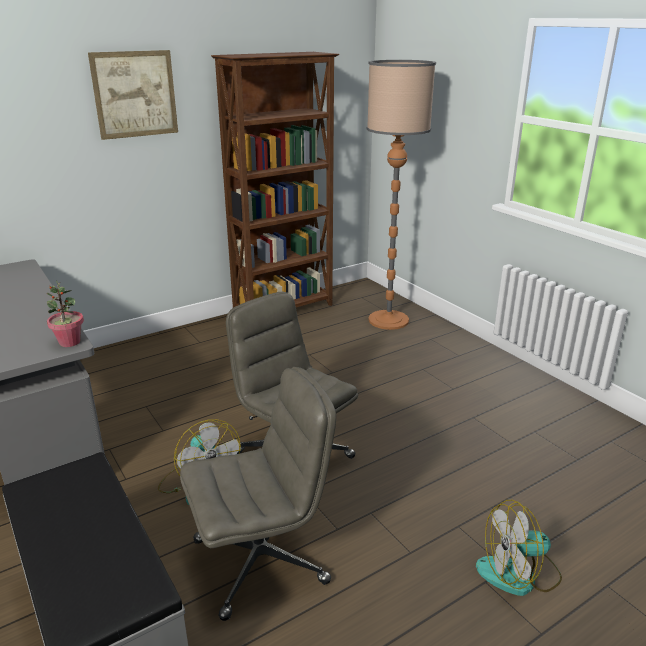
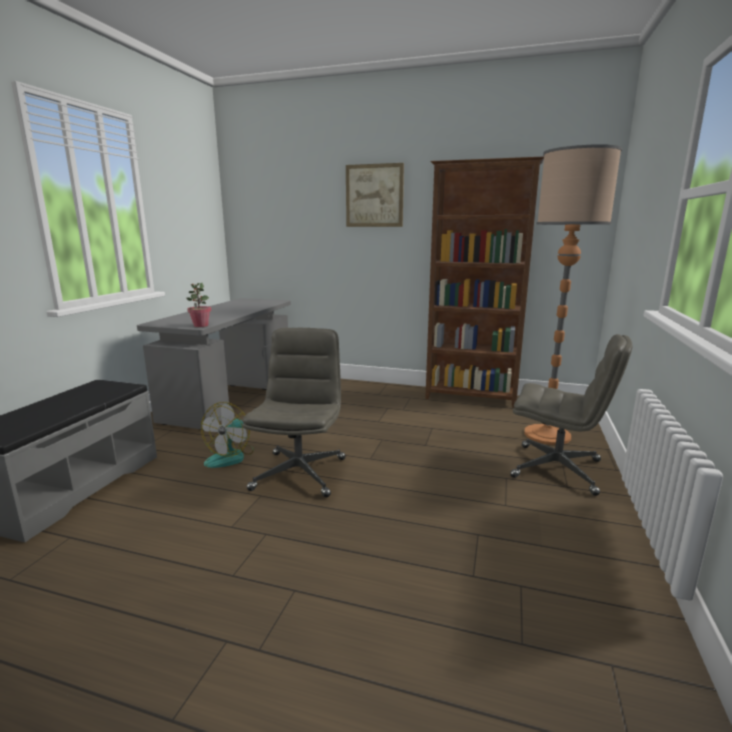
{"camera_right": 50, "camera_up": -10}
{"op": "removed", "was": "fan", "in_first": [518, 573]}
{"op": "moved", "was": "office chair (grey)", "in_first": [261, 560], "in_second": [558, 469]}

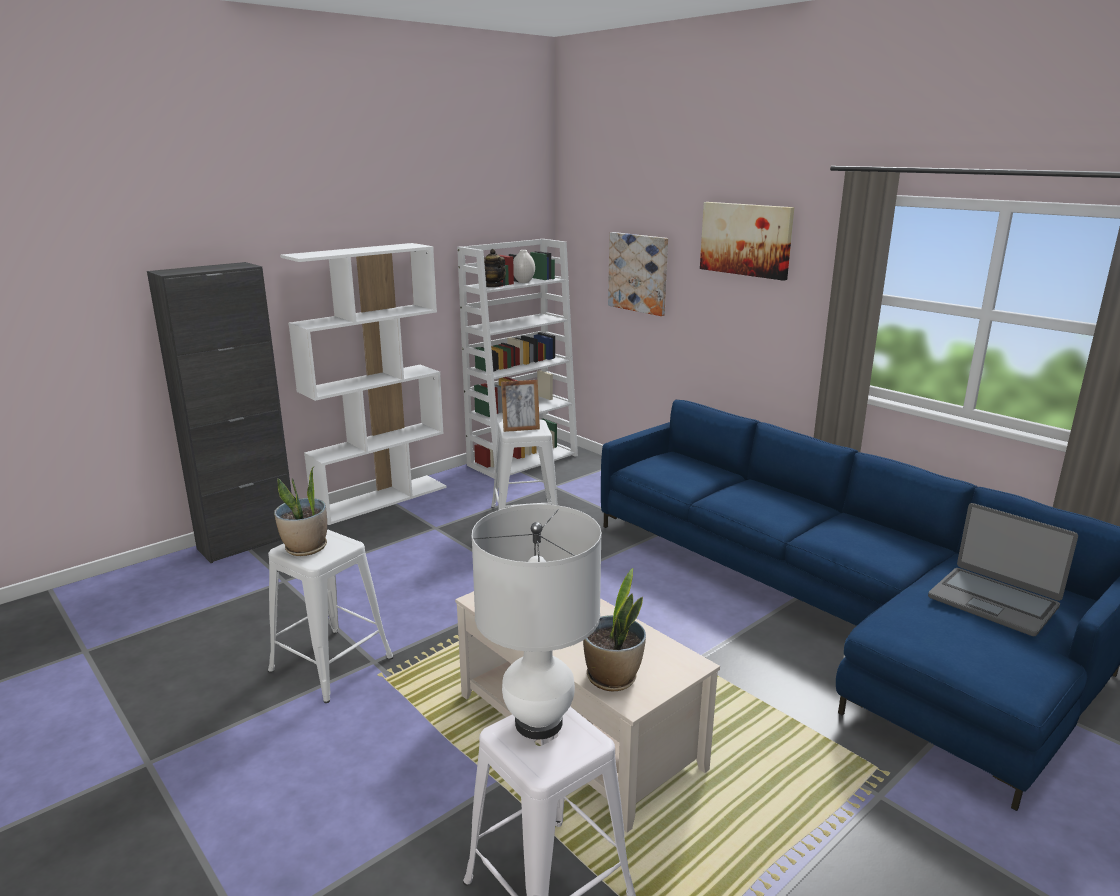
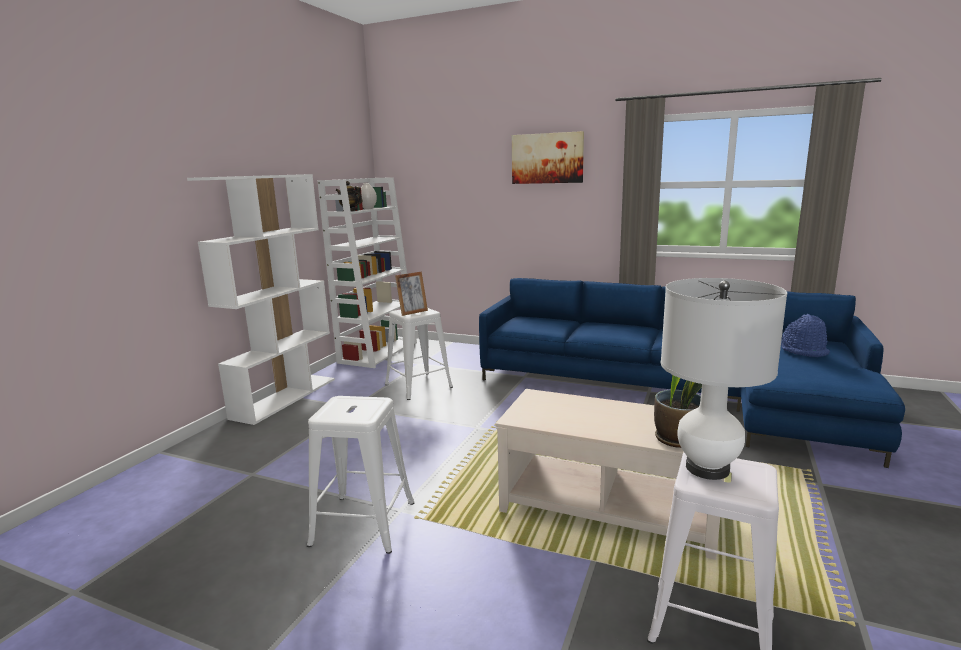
{"camera_right": -25, "camera_up": -5}
{"op": "removed", "was": "cabinet (black)", "in_first": [247, 542]}
{"op": "removed", "was": "potted plant", "in_first": [305, 548]}
{"op": "removed", "was": "picture", "in_first": [638, 273]}
{"op": "replaced", "was": "laptop", "now": "hat (blue)", "in_first": [993, 601], "in_second": [804, 351]}

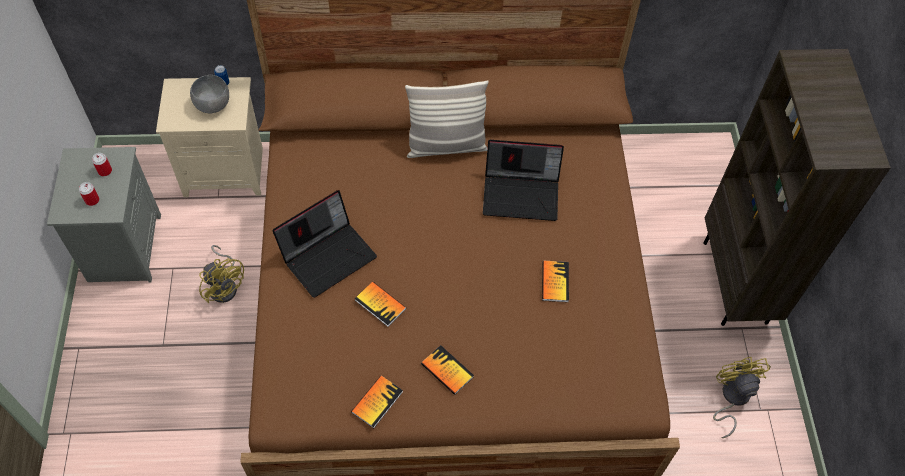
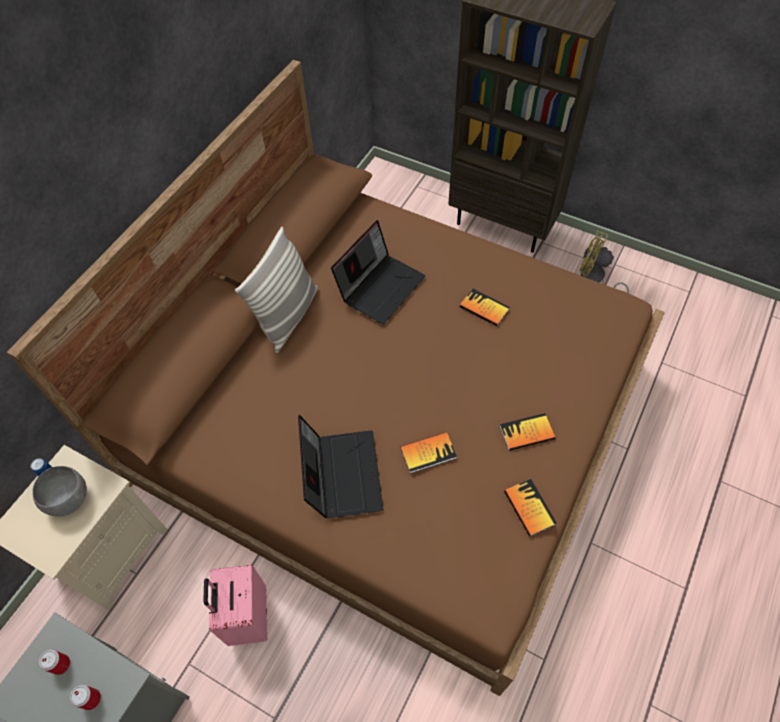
{"camera_right": -55, "camera_up": 0}
{"op": "replaced", "was": "fan (yellow)", "now": "suitcase (pink)", "in_first": [225, 285], "in_second": [247, 617]}

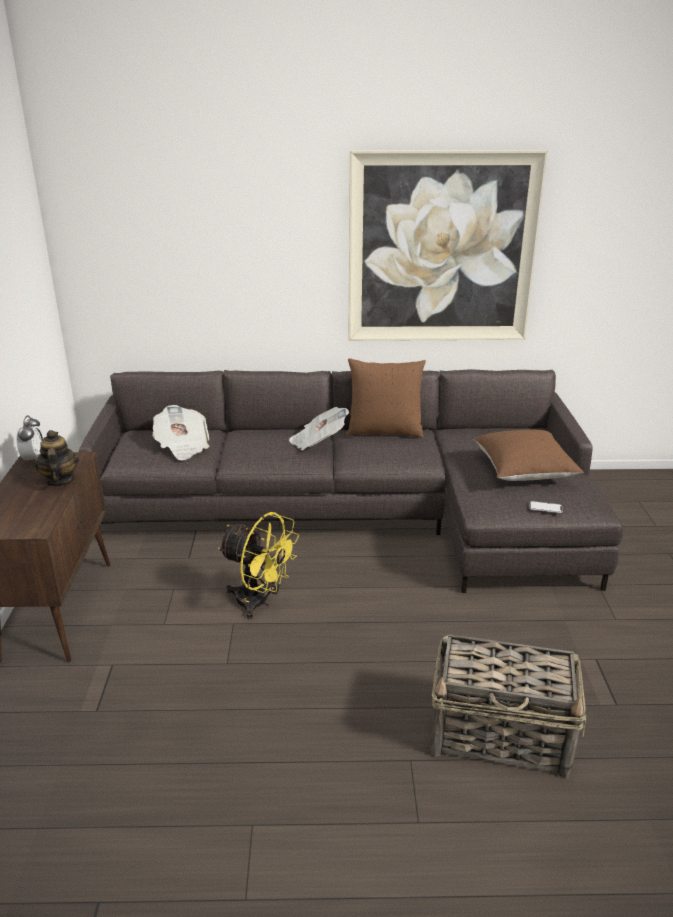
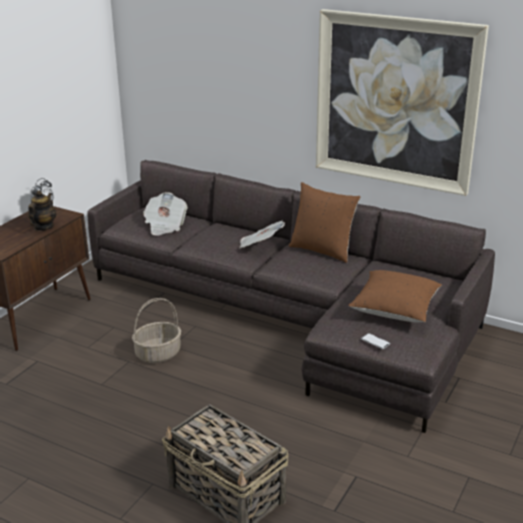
{"camera_right": 30, "camera_up": 0}
{"op": "replaced", "was": "fan (yellow)", "now": "basket", "in_first": [260, 602], "in_second": [158, 353]}

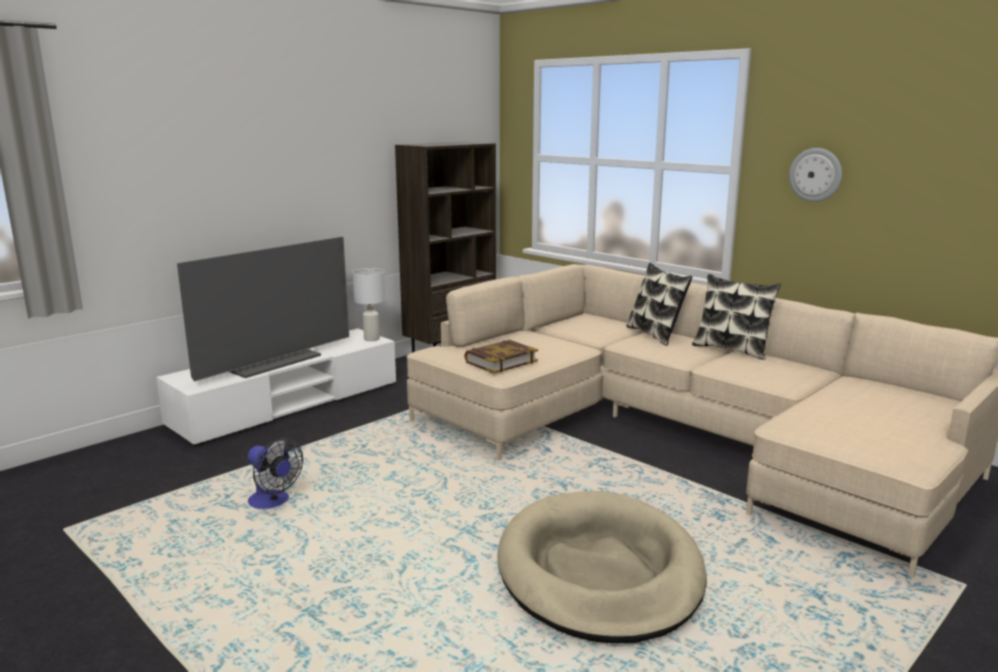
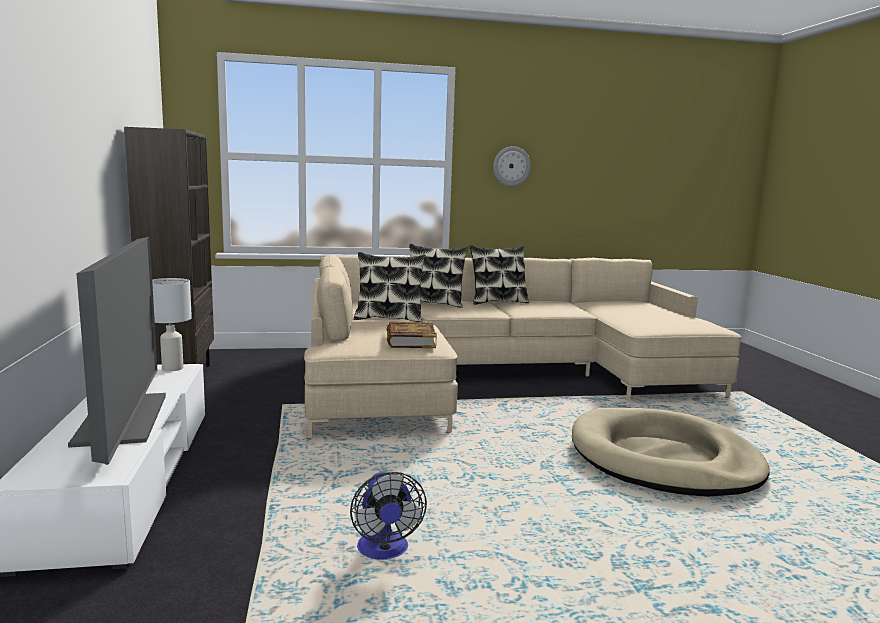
{"camera_right": -55, "camera_up": -5}
{"op": "added", "now": "pillow", "in_second": [389, 318]}
{"op": "turned", "was": "fan", "in_first": [273, 502], "in_second": [384, 552], "clockwise": 90}

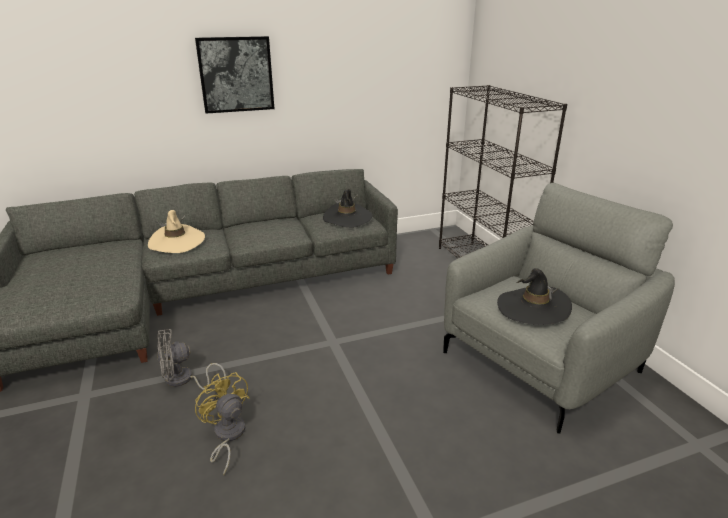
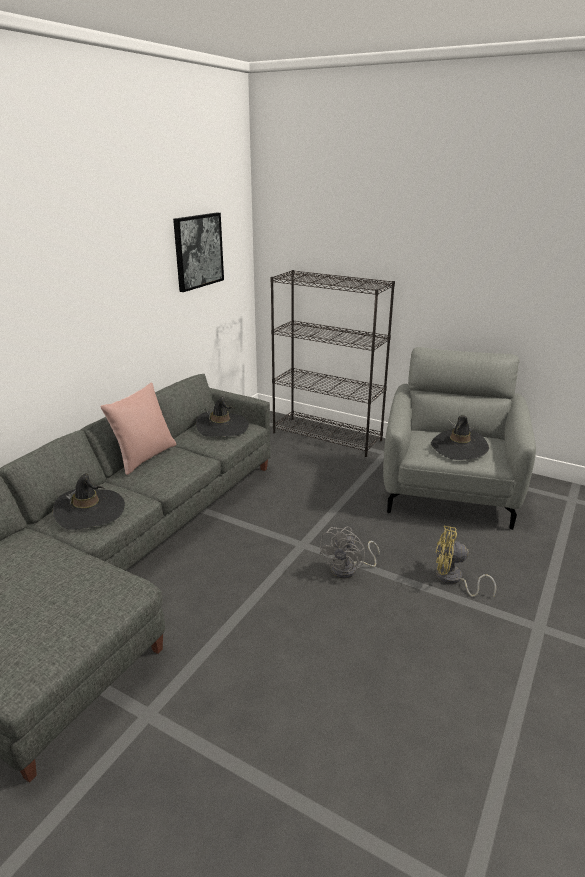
{"camera_right": -40, "camera_up": 0}
{"op": "added", "now": "pillow (pink)", "in_second": [144, 457]}
{"op": "moved", "was": "fan (grey)", "in_first": [184, 380], "in_second": [349, 569]}
{"op": "moved", "was": "picture", "in_first": [236, 74], "in_second": [198, 251]}
{"op": "moved", "was": "fan (yellow)", "in_first": [227, 436], "in_second": [453, 579]}
{"op": "recoloured", "was": "hat (beige)", "now": "hat (black)", "in_first": [177, 242], "in_second": [90, 511]}

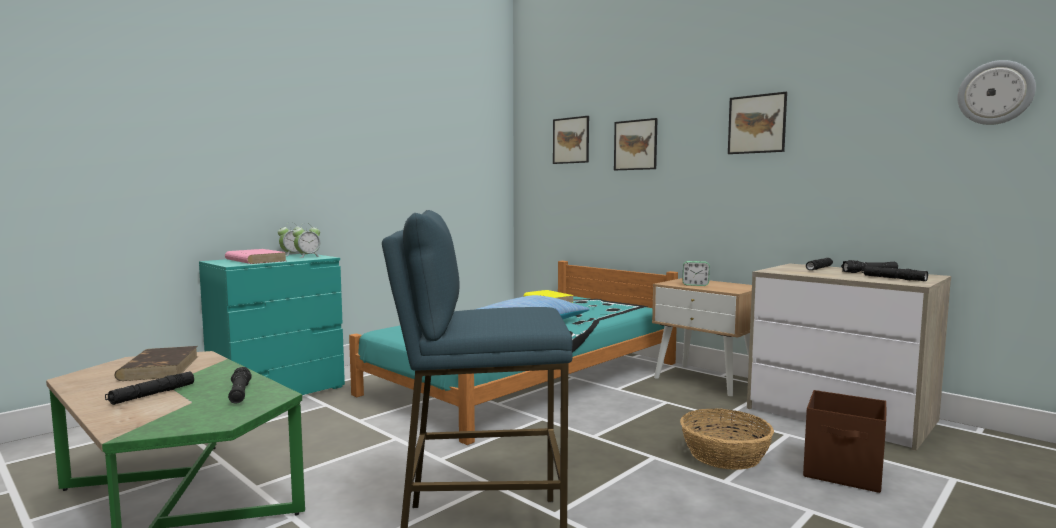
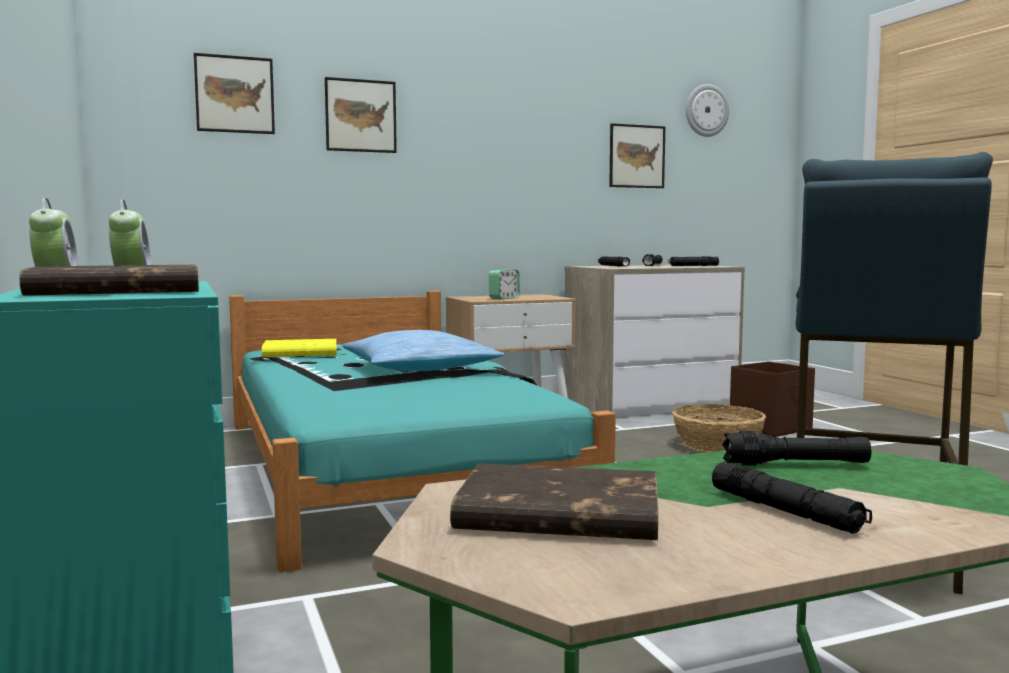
{"camera_right": -65, "camera_up": 0}
{"op": "moved", "was": "picture", "in_first": [756, 124], "in_second": [636, 156]}
{"op": "recoloured", "was": "book (pink)", "now": "book (brown)", "in_first": [255, 260], "in_second": [114, 291]}

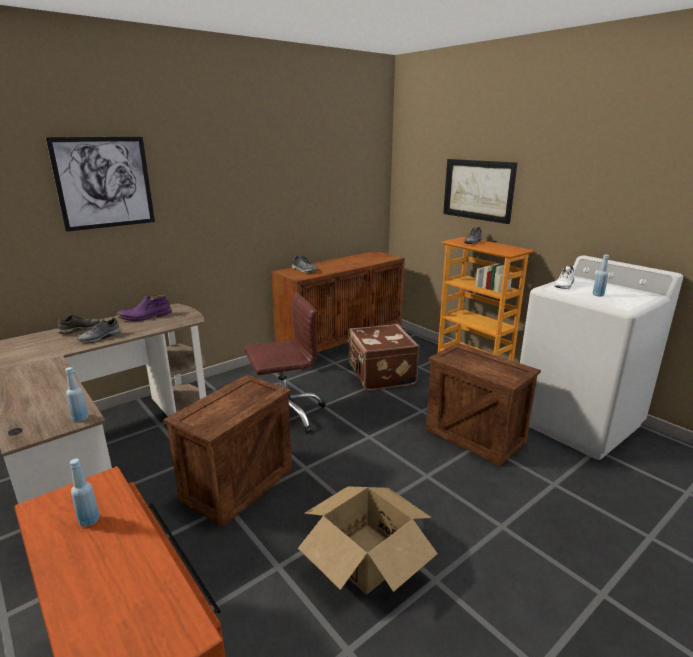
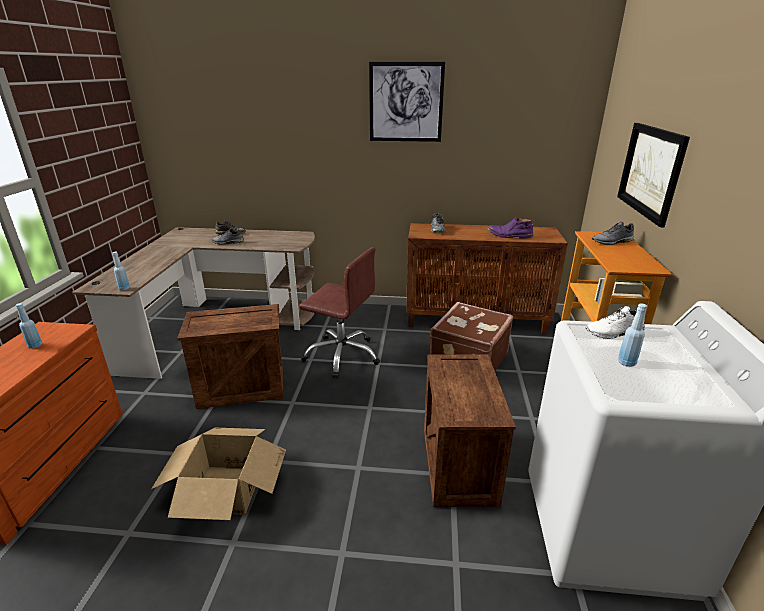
{"camera_right": 45, "camera_up": 5}
{"op": "moved", "was": "picture", "in_first": [104, 183], "in_second": [406, 102]}
{"op": "moved", "was": "boot (purple)", "in_first": [145, 317], "in_second": [509, 235]}

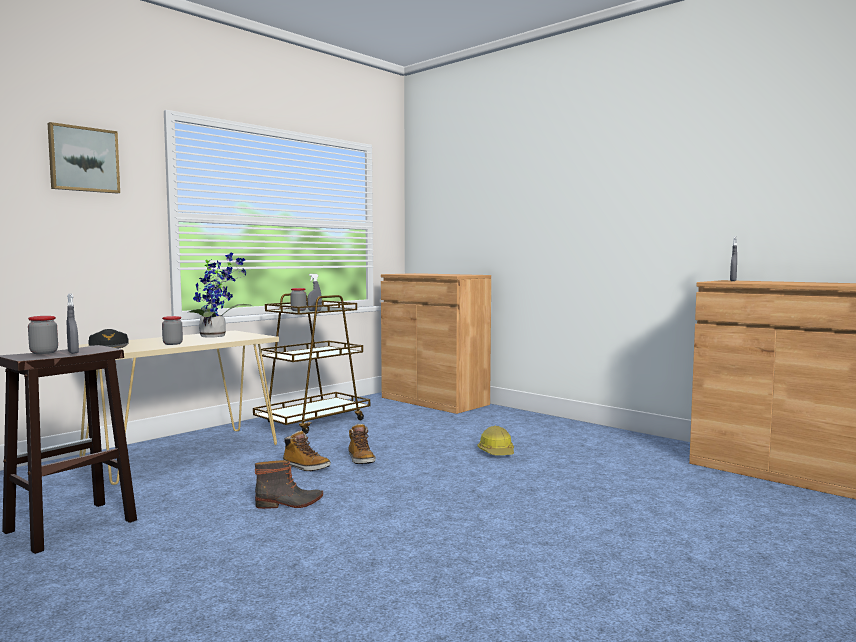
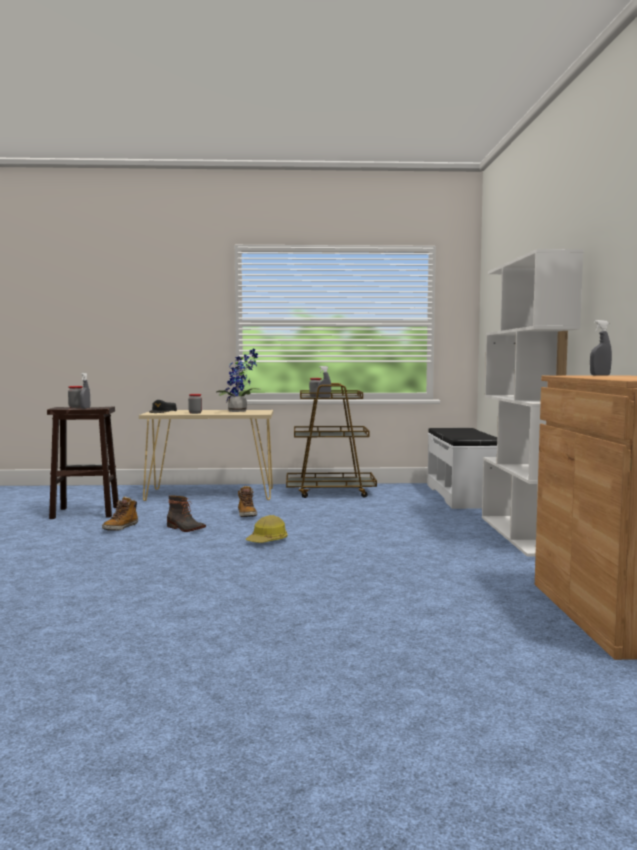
{"camera_right": 45, "camera_up": 0}
{"op": "removed", "was": "picture", "in_first": [83, 159]}
{"op": "added", "now": "bookcase (white)", "in_second": [523, 535]}
{"op": "moved", "was": "boot", "in_first": [361, 460], "in_second": [120, 528]}
{"op": "moved", "was": "hard hat", "in_first": [497, 452], "in_second": [267, 541]}
{"op": "replaced", "was": "cabinet (brown)", "now": "bench (white)", "in_first": [434, 401], "in_second": [464, 496]}

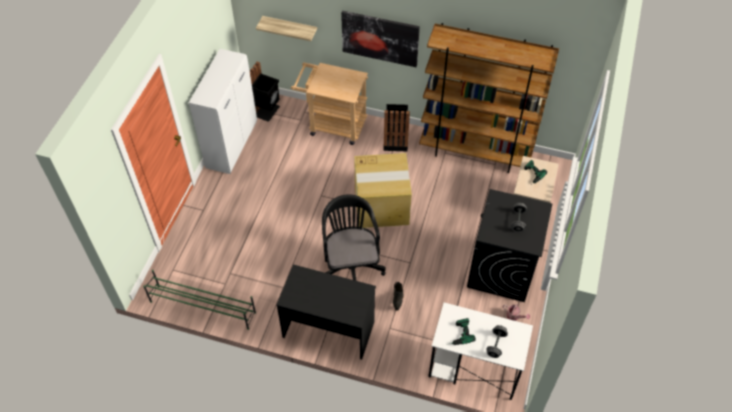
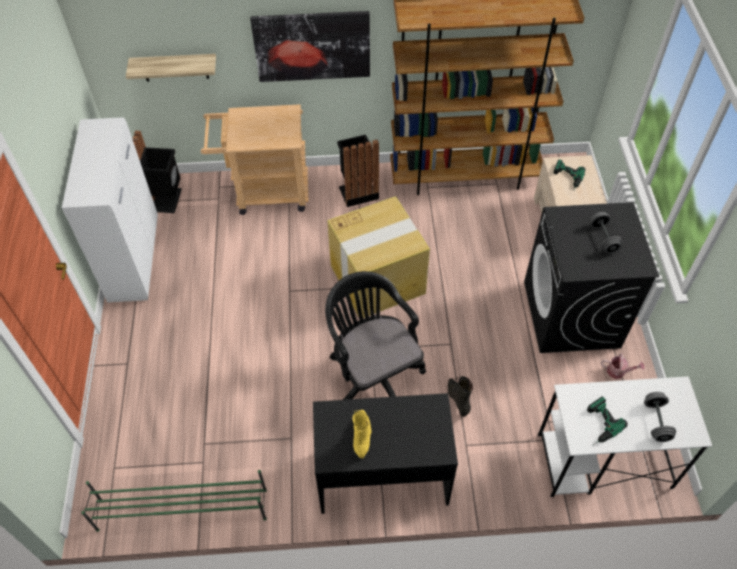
{"camera_right": -20, "camera_up": 0}
{"op": "added", "now": "boot (yellow)", "in_second": [362, 437]}

